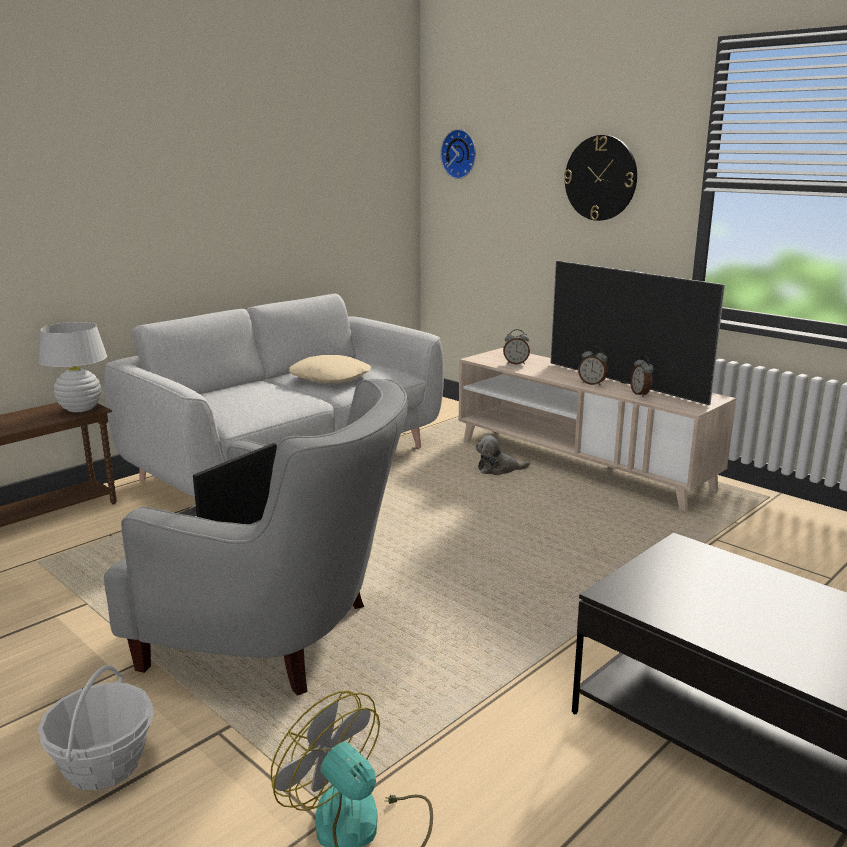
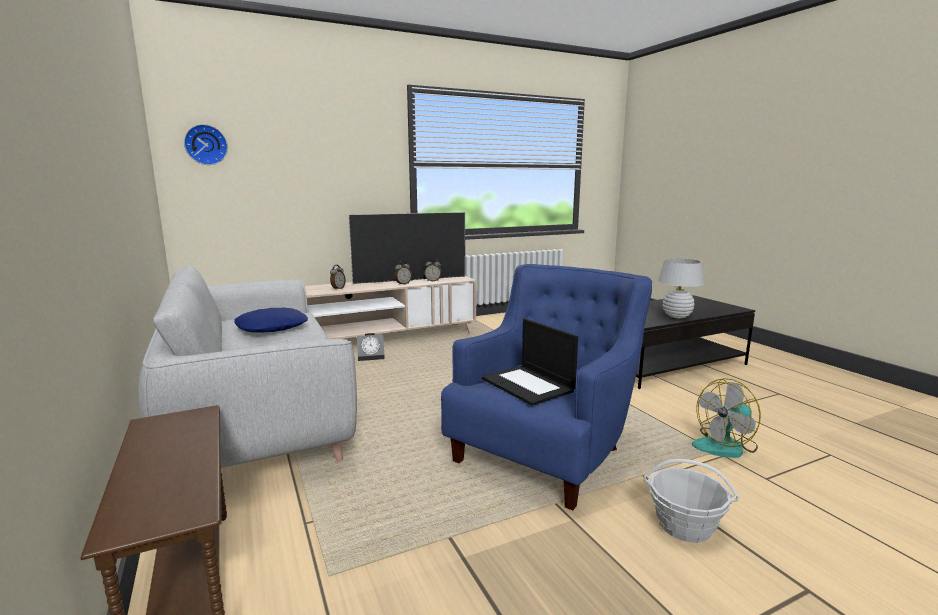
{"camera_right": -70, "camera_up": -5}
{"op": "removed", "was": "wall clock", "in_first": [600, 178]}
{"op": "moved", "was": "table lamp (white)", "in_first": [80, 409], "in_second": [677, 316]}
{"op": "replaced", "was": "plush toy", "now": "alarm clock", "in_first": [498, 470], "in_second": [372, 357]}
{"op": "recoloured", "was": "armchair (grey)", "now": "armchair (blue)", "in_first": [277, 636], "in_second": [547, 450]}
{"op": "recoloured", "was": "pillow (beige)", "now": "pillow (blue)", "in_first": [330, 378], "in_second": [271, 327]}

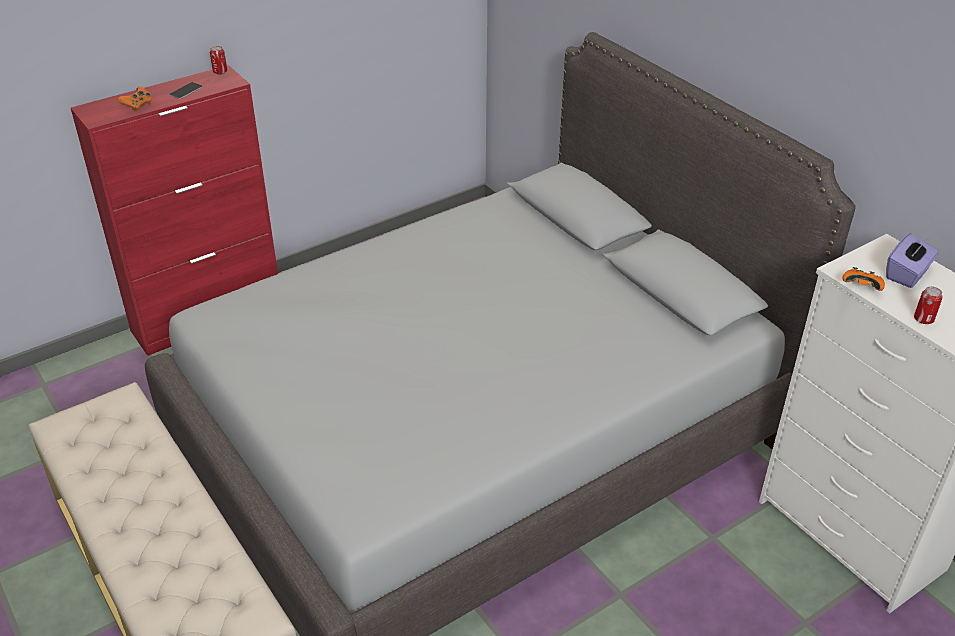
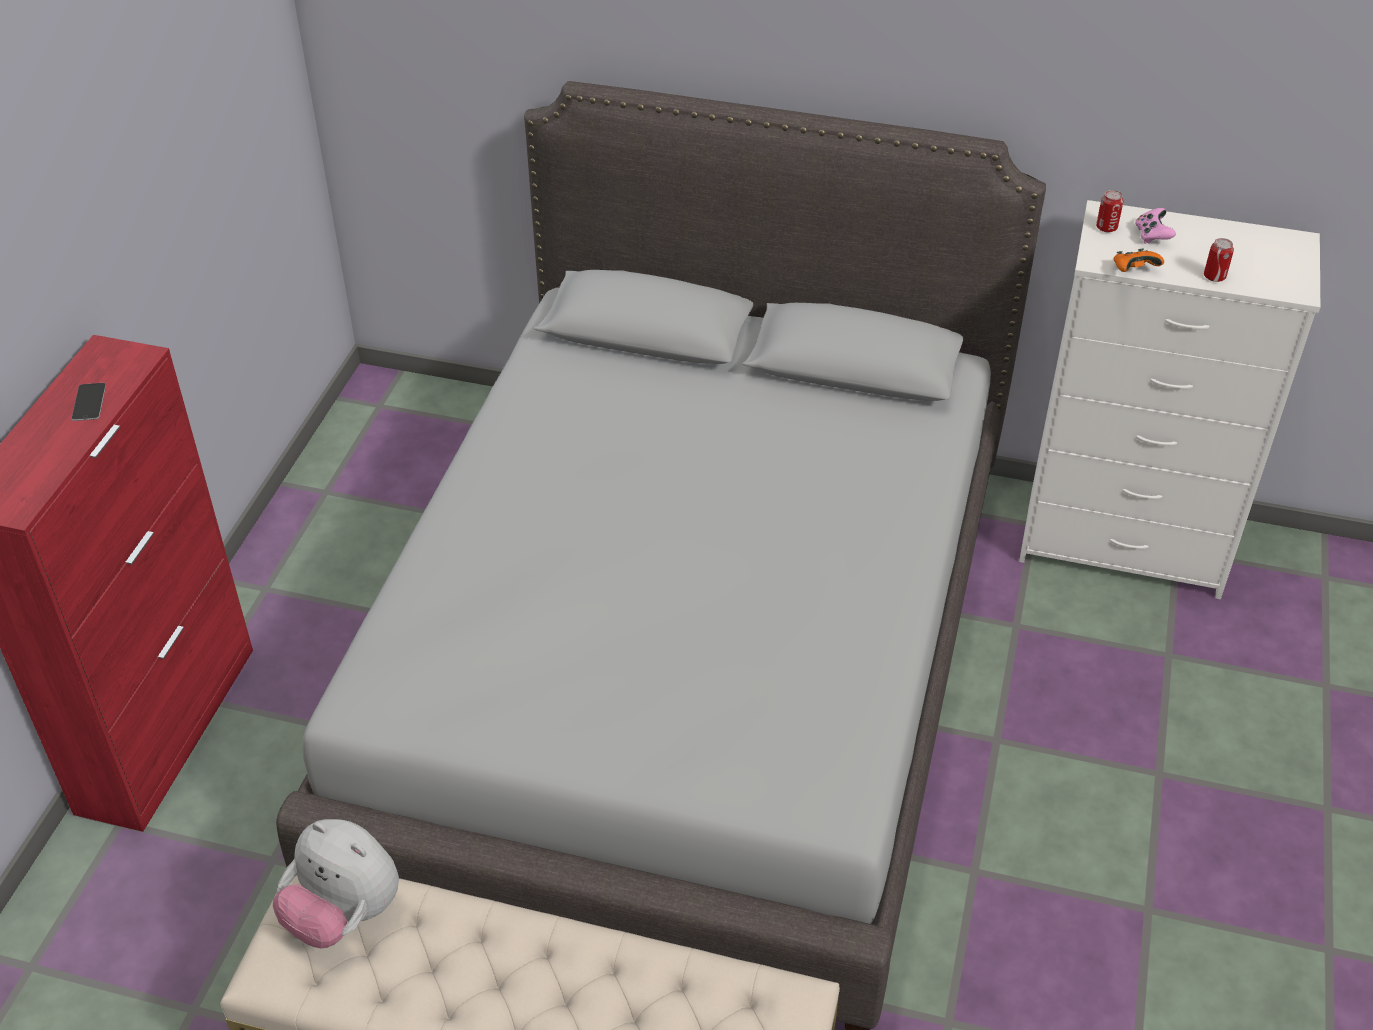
{"camera_right": -40, "camera_up": 5}
{"op": "removed", "was": "game controller (orange)", "in_first": [138, 106]}
{"op": "added", "now": "plush toy", "in_second": [343, 914]}
{"op": "moved", "was": "can", "in_first": [220, 72], "in_second": [1106, 228]}
{"op": "replaced", "was": "tissue box (purple)", "now": "game controller (pink)", "in_first": [907, 274], "in_second": [1152, 236]}

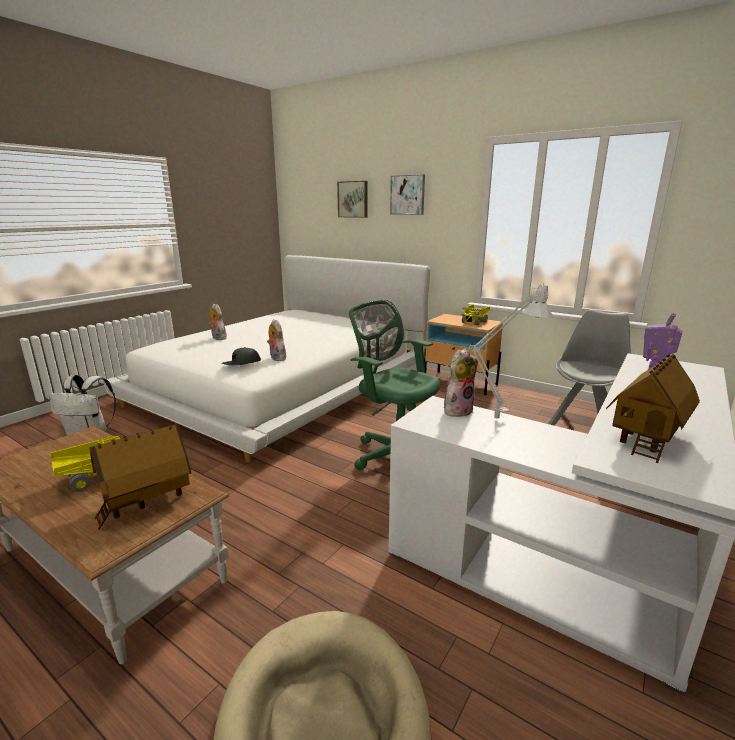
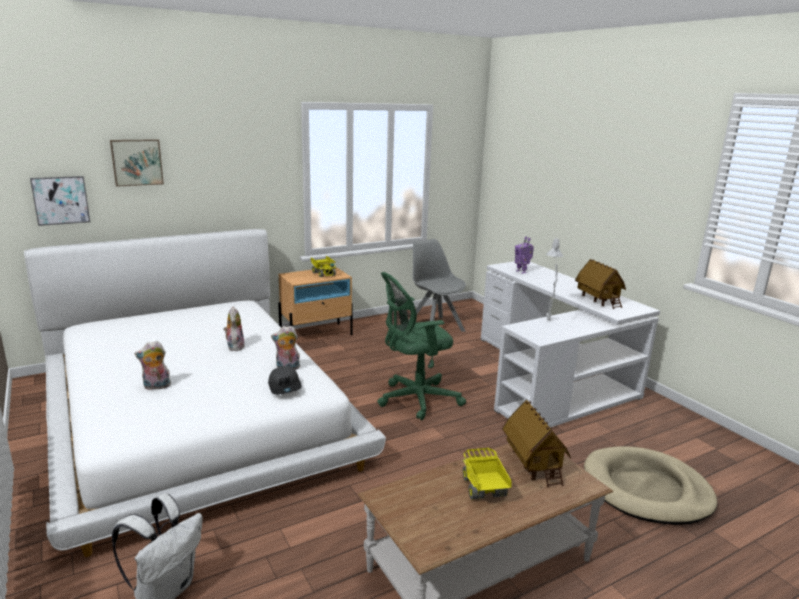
{"camera_right": -65, "camera_up": 0}
{"op": "moved", "was": "picture", "in_first": [408, 195], "in_second": [61, 200]}
{"op": "moved", "was": "plush toy", "in_first": [457, 410], "in_second": [234, 346]}

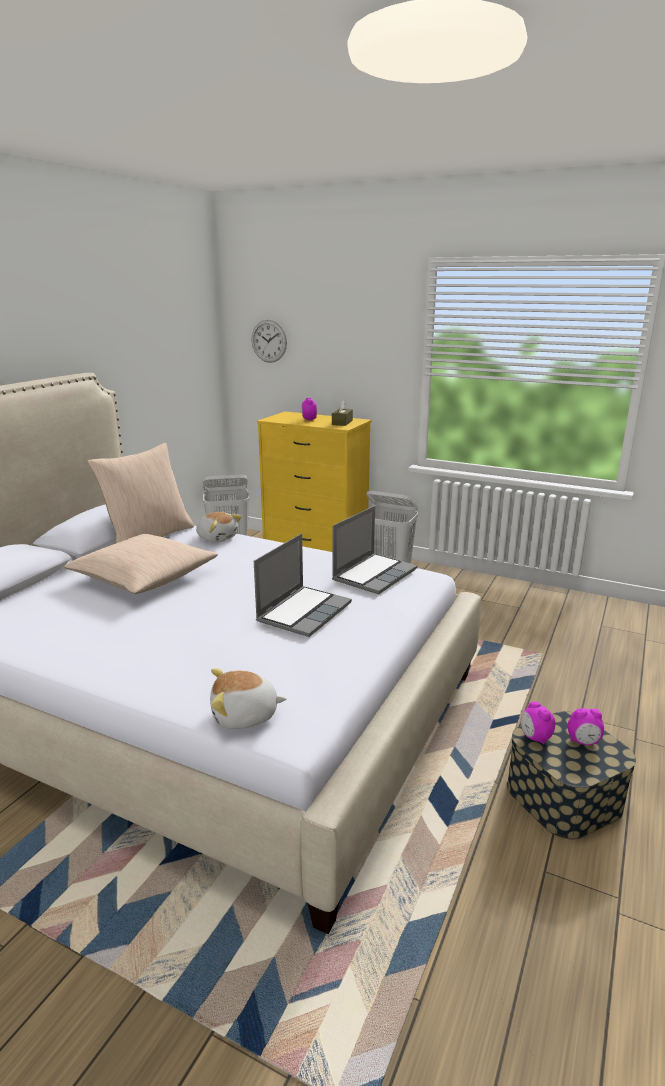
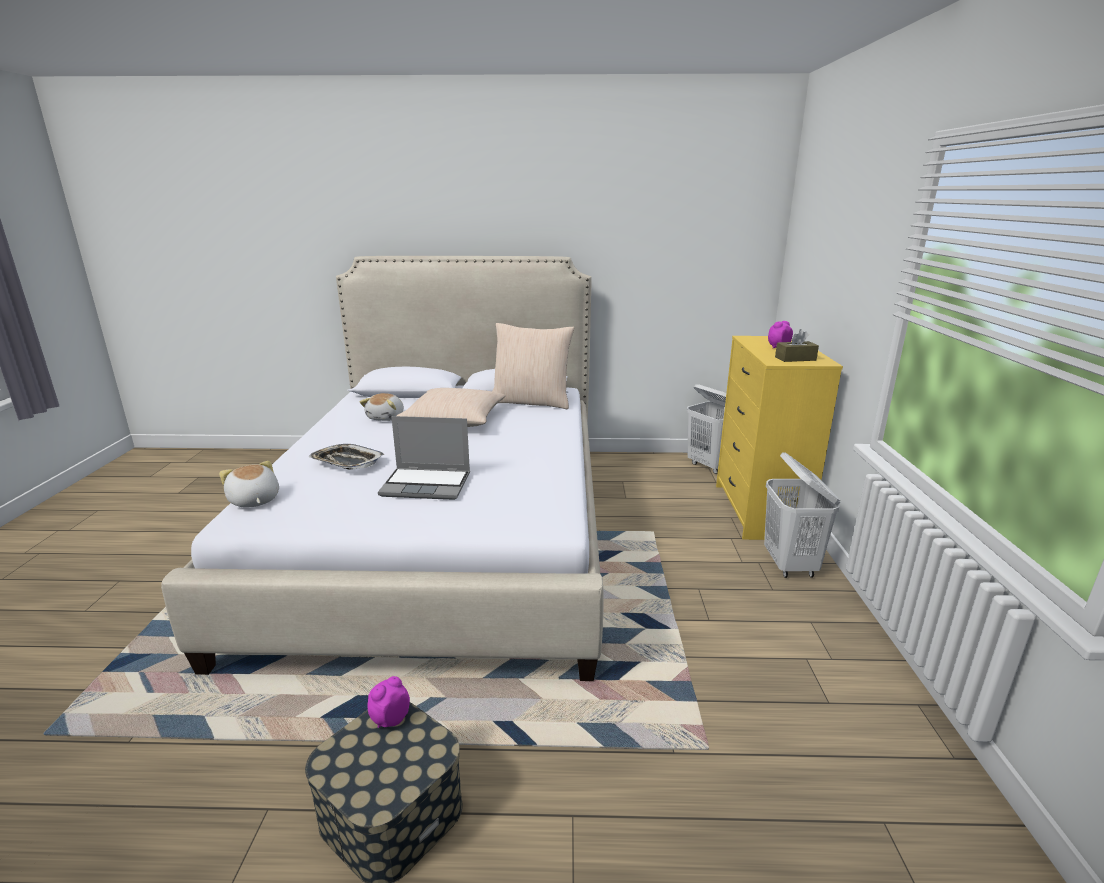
{"camera_right": 65, "camera_up": 0}
{"op": "removed", "was": "wall clock", "in_first": [269, 341]}
{"op": "removed", "was": "laptop", "in_first": [374, 574]}
{"op": "removed", "was": "alarm clock", "in_first": [583, 742]}
{"op": "added", "now": "tray", "in_second": [347, 462]}
{"op": "moved", "was": "plush toy", "in_first": [217, 538], "in_second": [386, 417]}

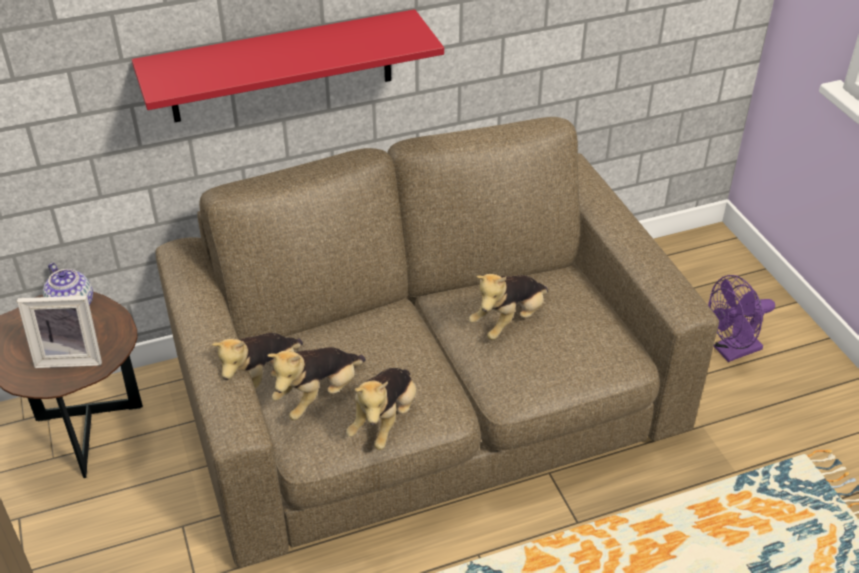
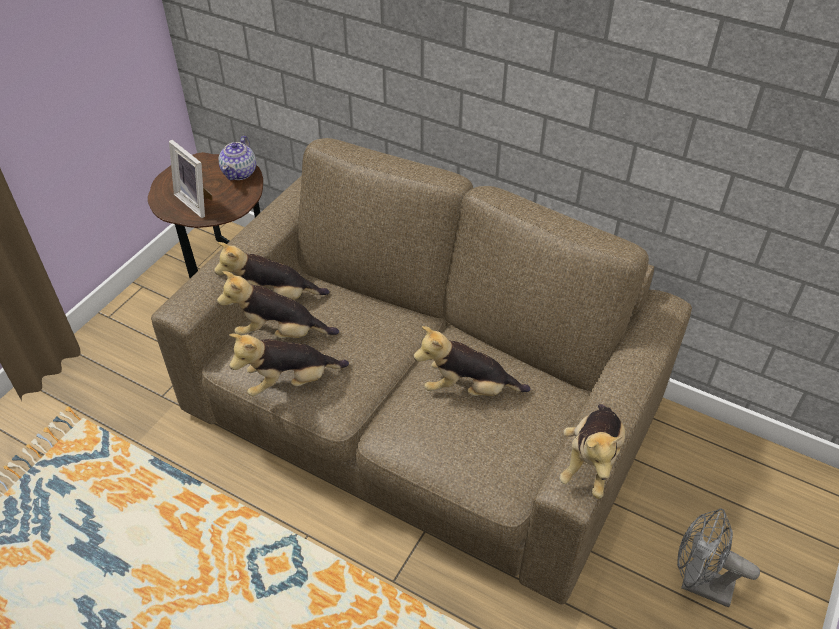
{"camera_right": 50, "camera_up": 5}
{"op": "removed", "was": "shelf (red)", "in_first": [281, 67]}
{"op": "added", "now": "plush toy", "in_second": [591, 461]}
{"op": "recoloured", "was": "fan (purple)", "now": "fan (grey)", "in_first": [731, 351], "in_second": [698, 583]}

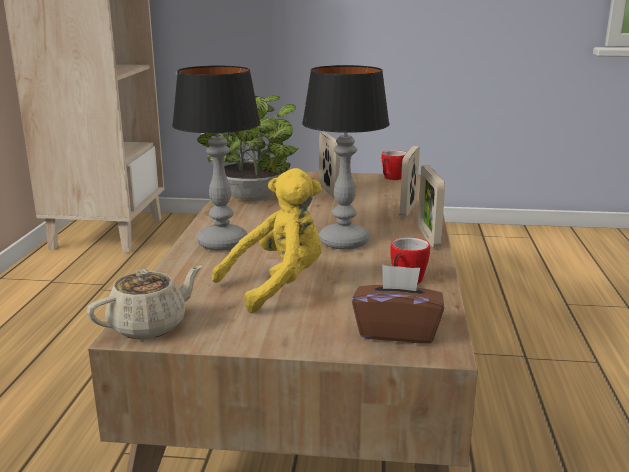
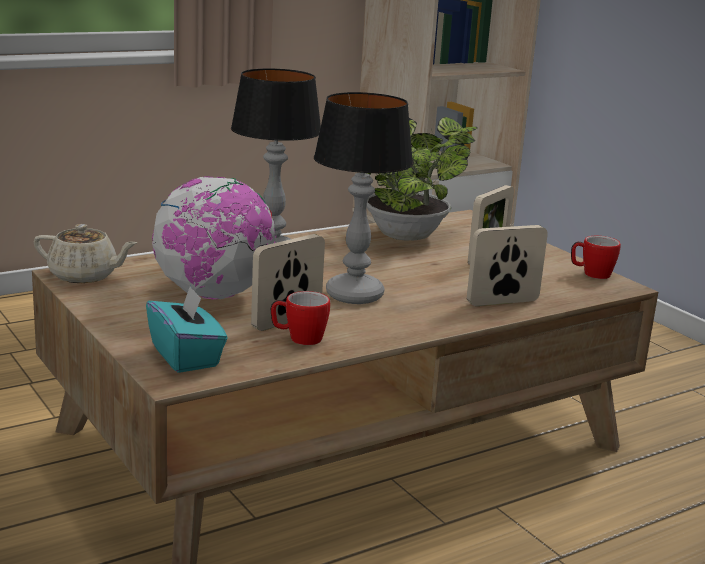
{"camera_right": 50, "camera_up": 0}
{"op": "moved", "was": "picture frame", "in_first": [428, 237], "in_second": [286, 321]}
{"op": "replaced", "was": "plush toy (yellow)", "now": "globe", "in_first": [277, 285], "in_second": [214, 295]}
{"op": "recoloured", "was": "tissue box (brown)", "now": "tissue box (turquoise)", "in_first": [397, 331], "in_second": [186, 356]}

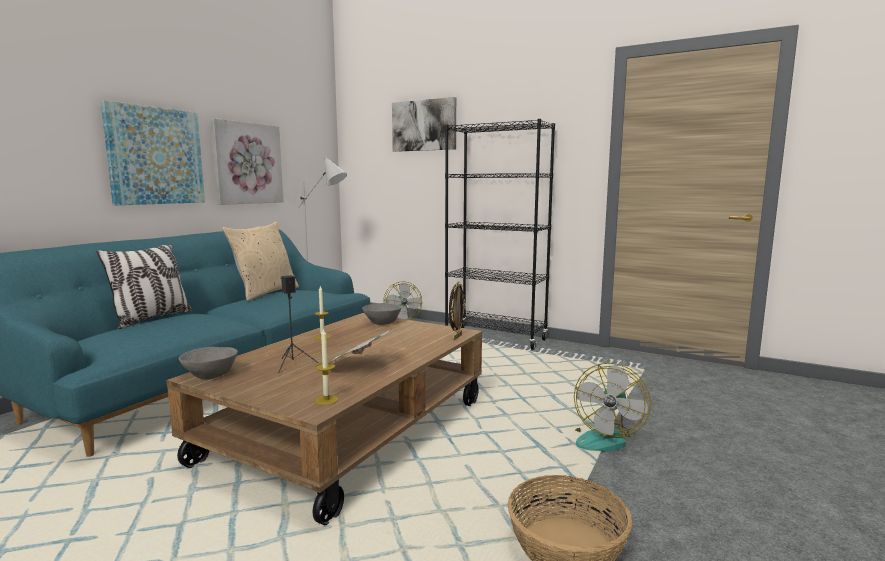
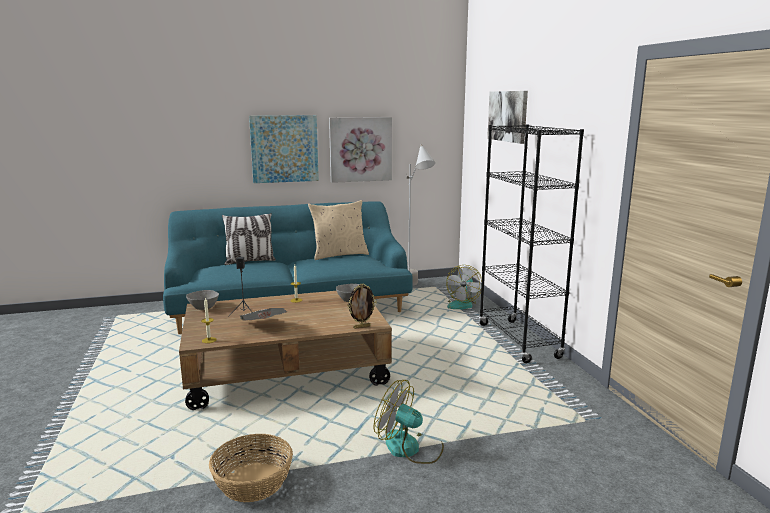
{"camera_right": 45, "camera_up": 5}
{"op": "turned", "was": "fan", "in_first": [603, 437], "in_second": [410, 448], "clockwise": 45}

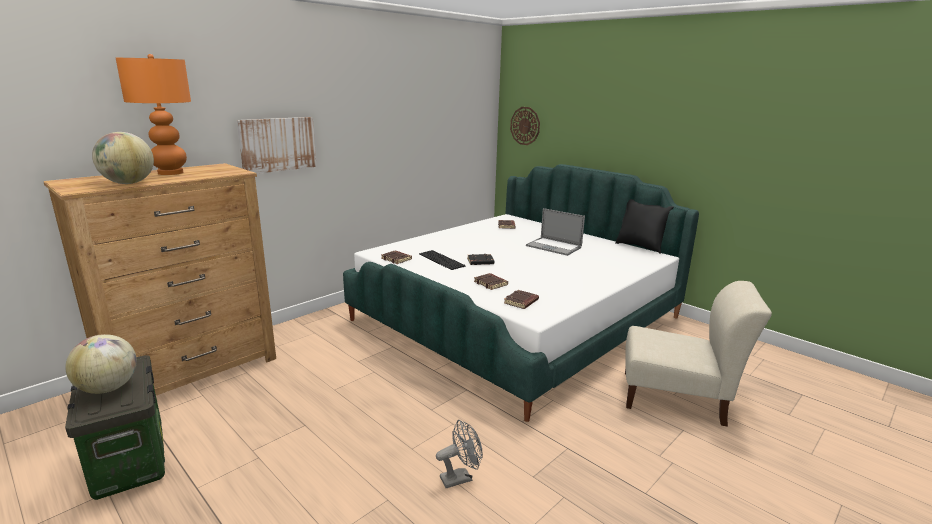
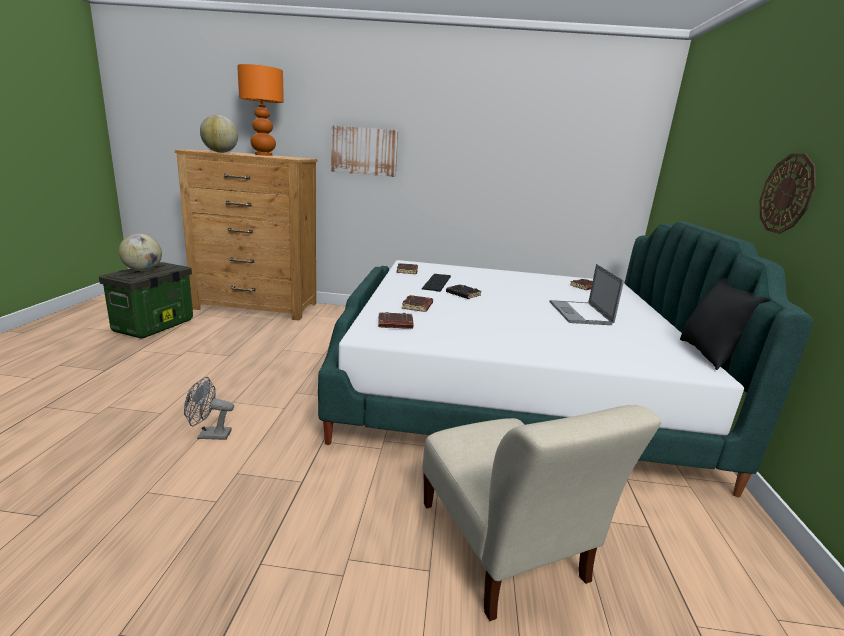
{"camera_right": 50, "camera_up": 0}
{"op": "moved", "was": "wall clock", "in_first": [525, 126], "in_second": [787, 194]}
{"op": "turned", "was": "fan (grey)", "in_first": [460, 477], "in_second": [209, 435], "clockwise": 150}

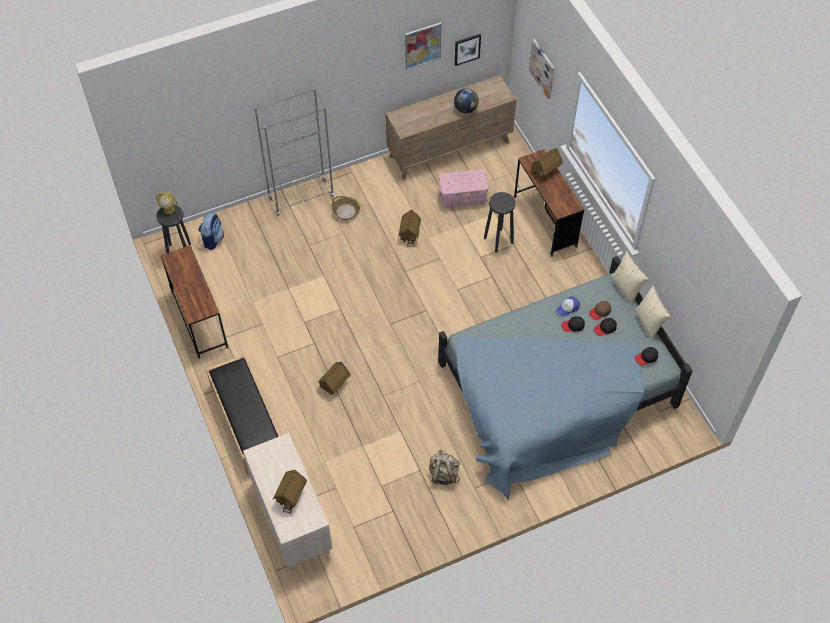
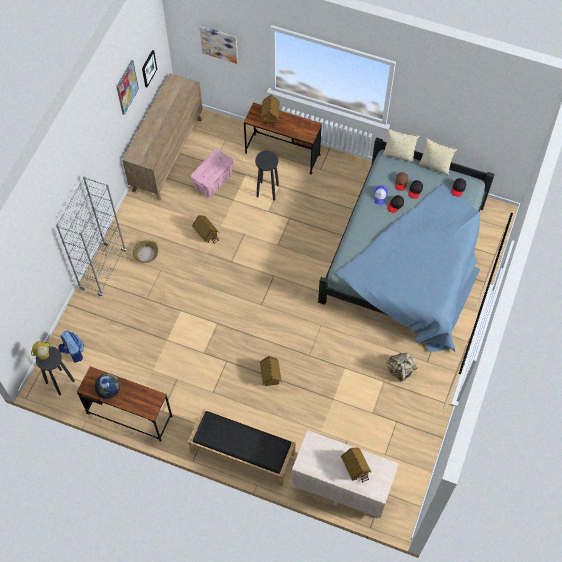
{"camera_right": -45, "camera_up": 5}
{"op": "moved", "was": "globe", "in_first": [465, 109], "in_second": [109, 390]}

